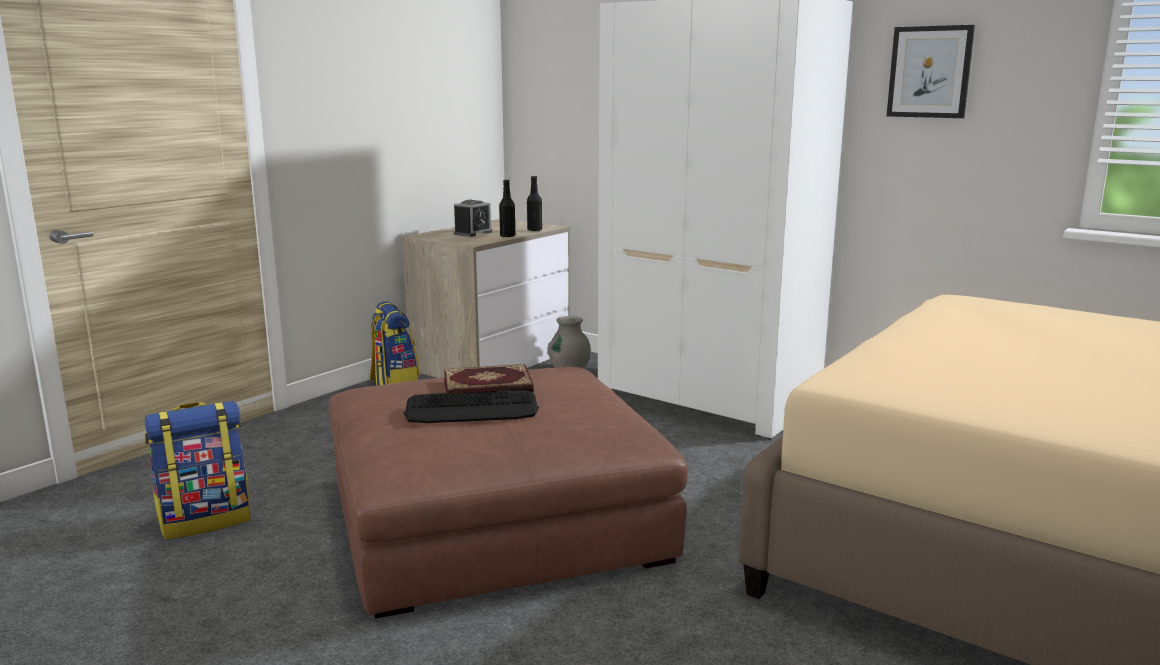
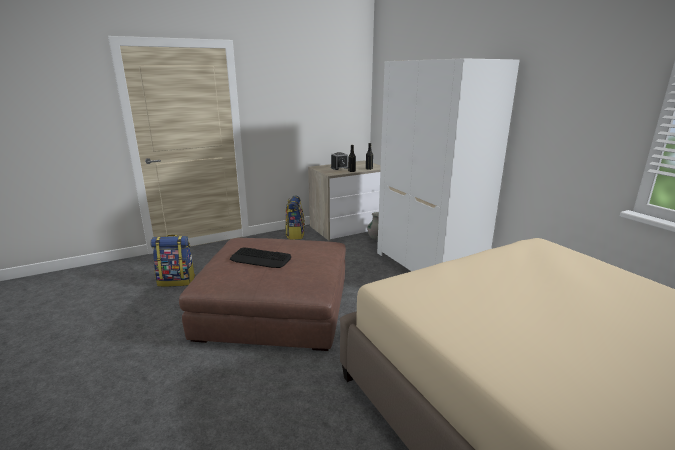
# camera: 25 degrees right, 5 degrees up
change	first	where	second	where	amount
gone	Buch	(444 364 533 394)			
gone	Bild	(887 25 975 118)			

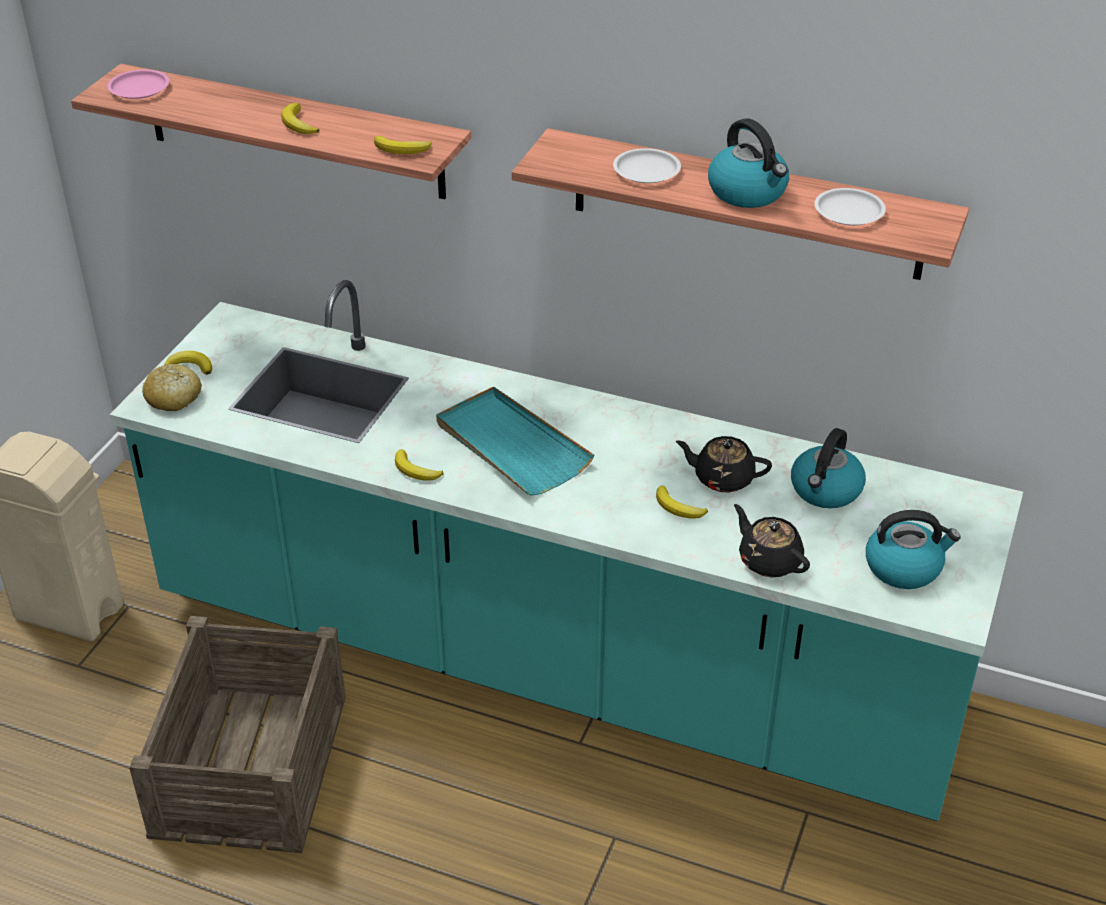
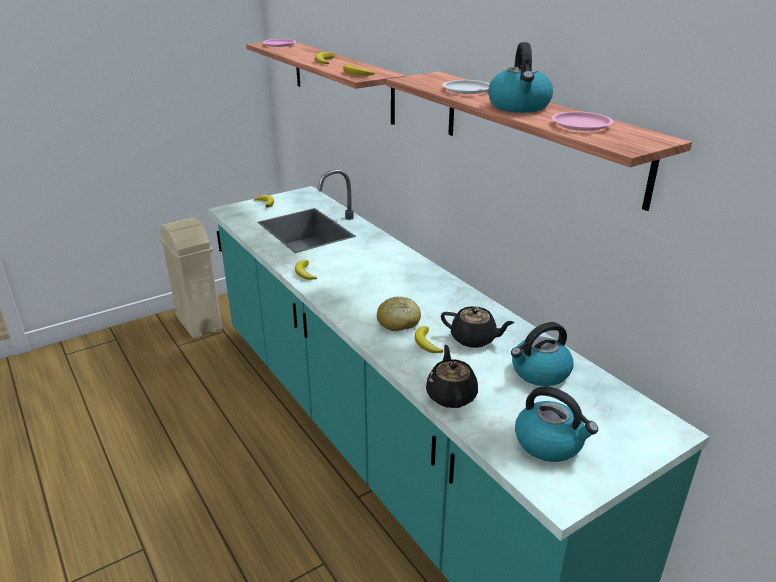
# camera: 35 degrees right, 10 degrees down
change	first	where	second	where	amount
gone	Kiste	(129 616 345 853)			
gone	Tablett [türkis]	(436 386 594 496)			
shifted	Brot	(142 364 202 411)		(377 297 421 331)	
repainted	Teller [weiß]	(814 188 886 225)	Teller [rosa]	(552 112 613 131)	
rotated	Teekanne [schwarz]	(676 436 772 493)		(441 306 515 348)	150 degrees clockwise

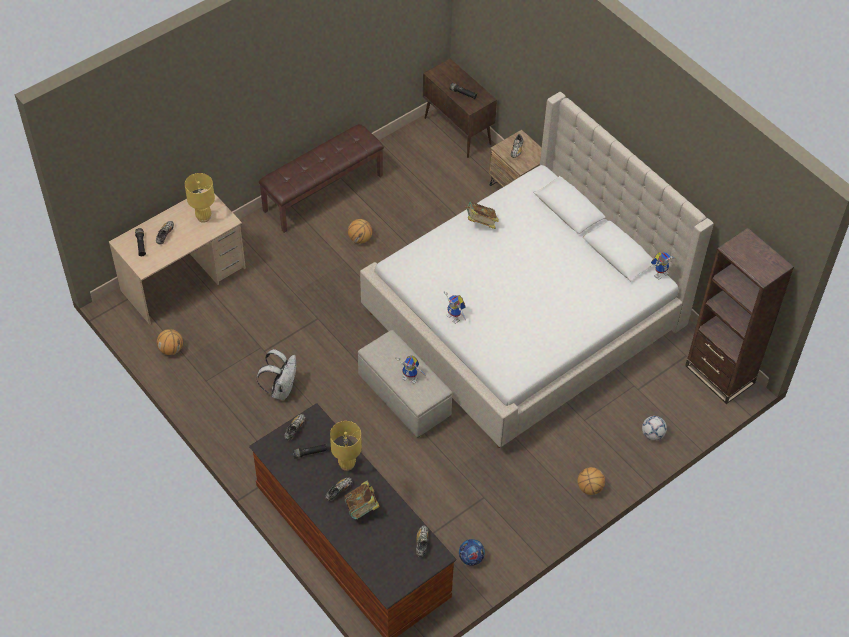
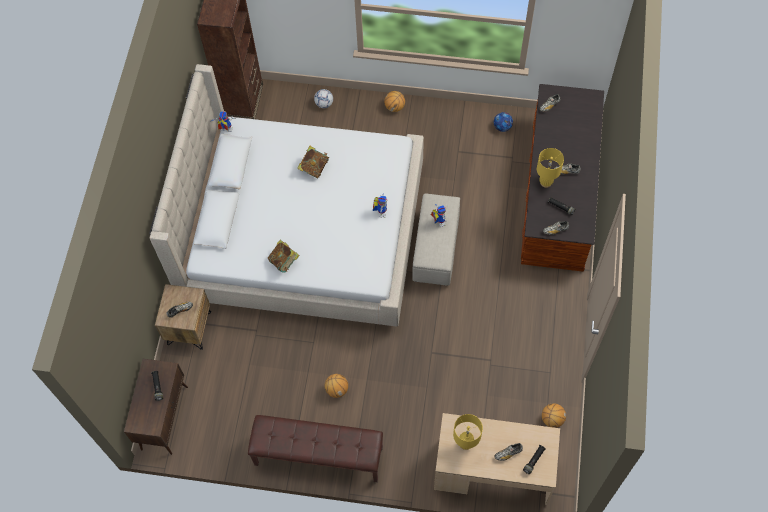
# camera: 130 degrees left, 10 degrees up
change	first	where	second	where	amount
gone	Rucksack [weiß]	(257 349 296 400)			
shifted	Buch	(344 480 380 520)		(297 146 329 178)	

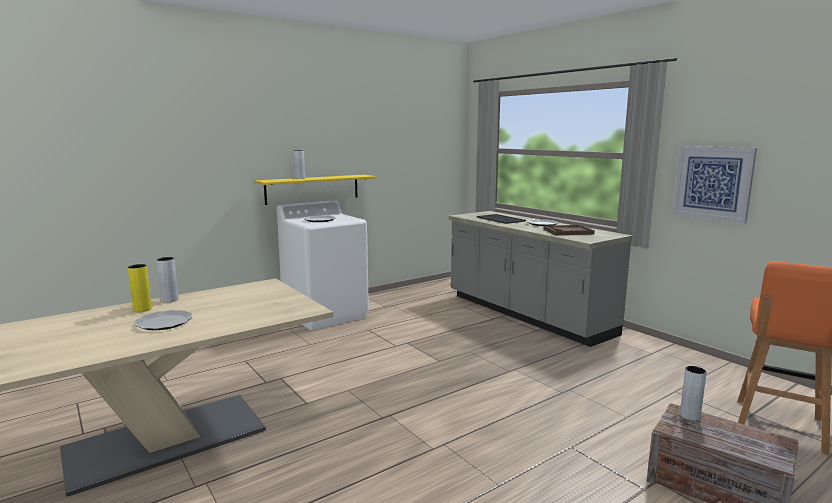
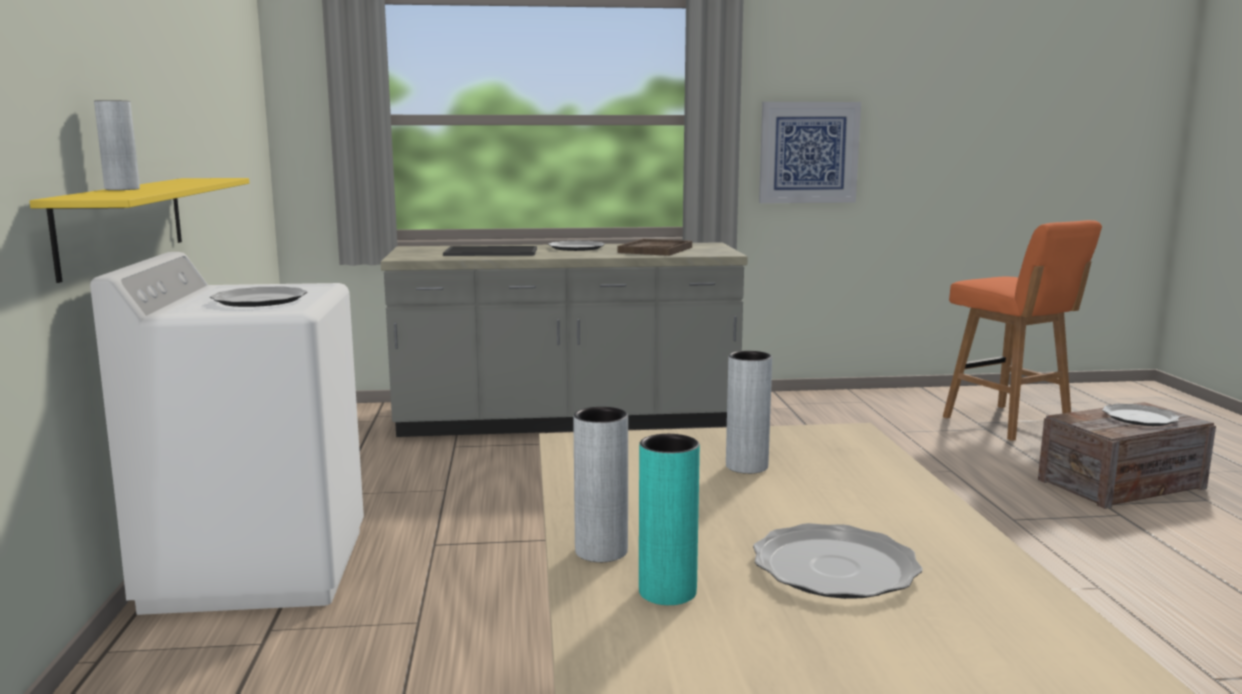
# camera: 60 degrees left, 0 degrees up
change	first	where	second	where	amount
new			Teller	(1102 404 1180 426)	
shifted	Vase [grau]	(680 366 707 421)		(726 351 772 474)	
repainted	Vase [gelb]	(128 264 152 312)	Vase [türkis]	(639 434 700 605)	

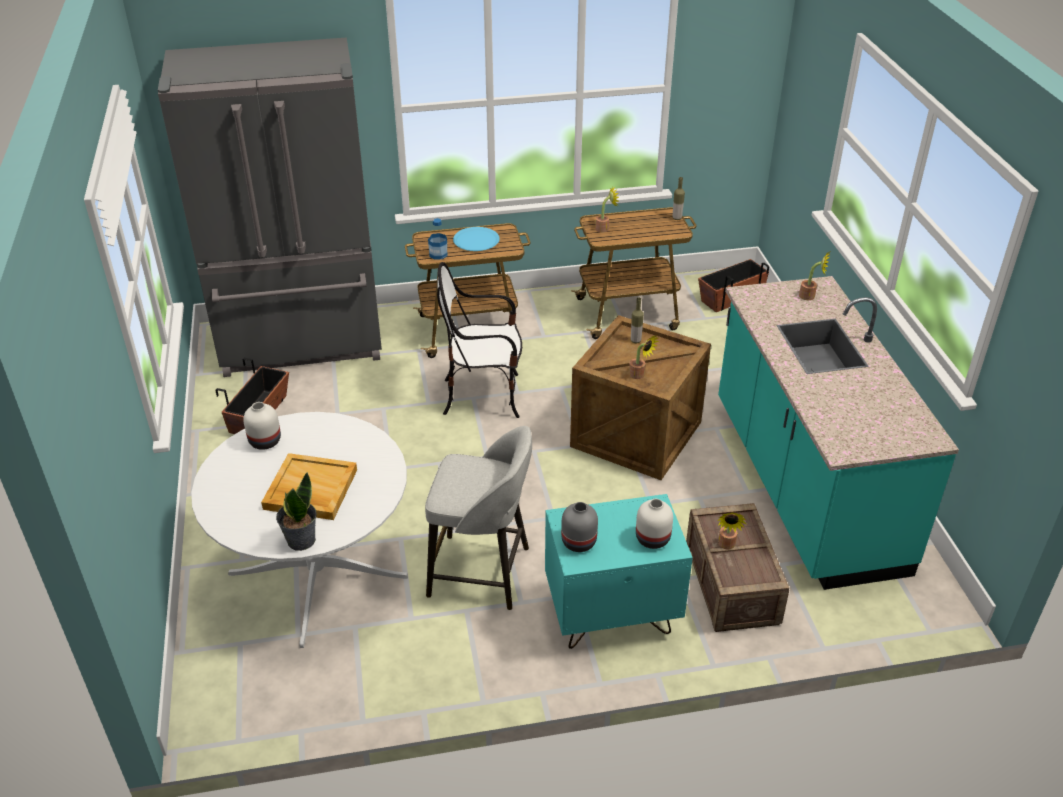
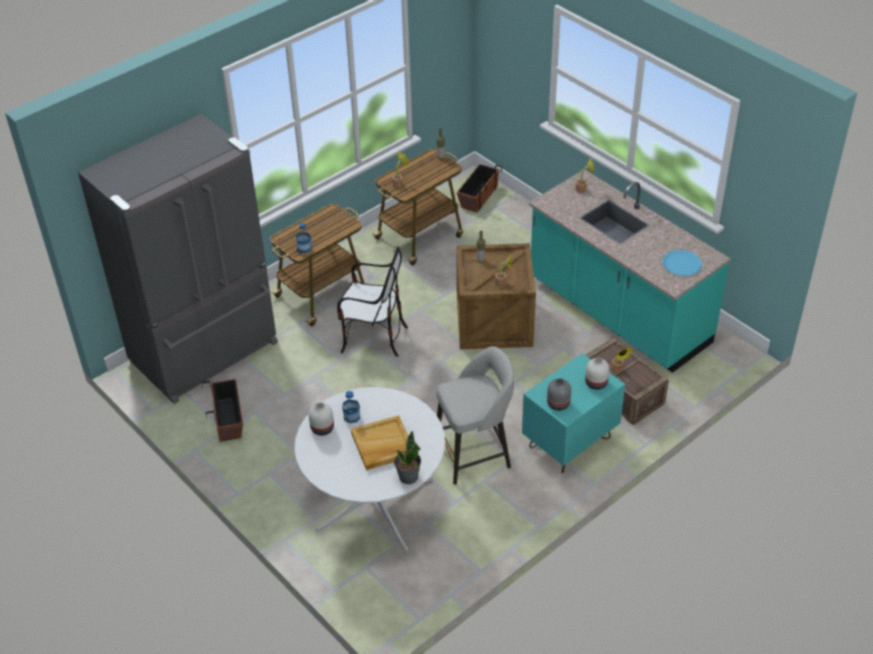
# camera: 30 degrees left, 5 degrees up
change	first	where	second	where	amount
new			Flasche	(342 391 360 423)	
shifted	Teller [blau]	(453 227 500 251)		(662 250 702 276)	
rotated	Stuhl	(437 262 522 418)		(337 247 408 357)	135 degrees counterclockwise

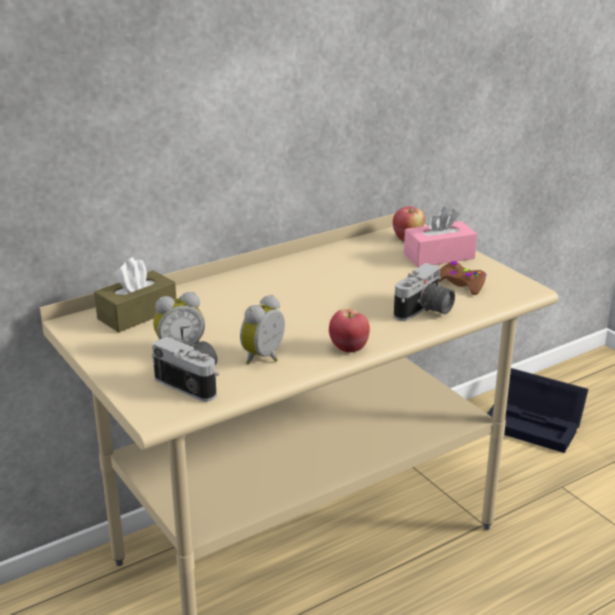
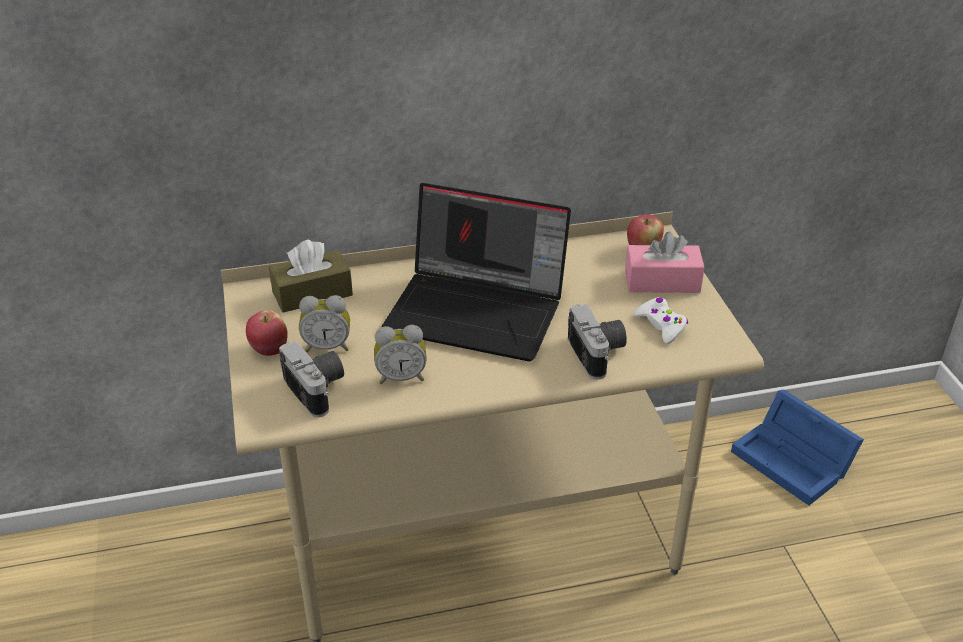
# camera: 20 degrees right, 10 degrees up
change	first	where	second	where	amount
new			Laptop	(381 183 571 362)	
shifted	Apfel	(329 308 370 353)		(246 310 288 356)	
repainted	Gamepad [braun]	(438 261 486 295)	Gamepad [weiß]	(634 297 688 344)	
repainted	Aufbewahrungsbox [schwarz]	(487 368 589 453)	Aufbewahrungsbox [blau]	(731 390 864 505)	
rotated	Wecker	(240 295 285 364)		(374 325 427 384)	150 degrees counterclockwise
rotated	Kamera	(394 263 455 321)		(568 304 627 380)	75 degrees counterclockwise

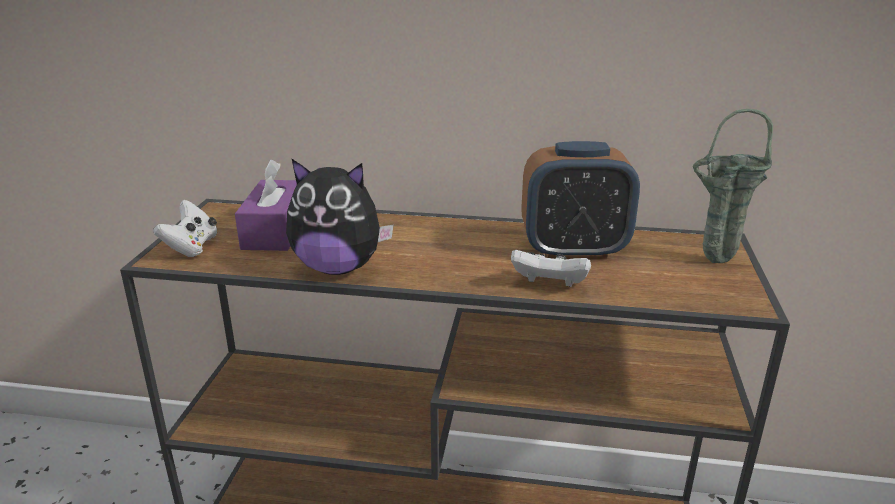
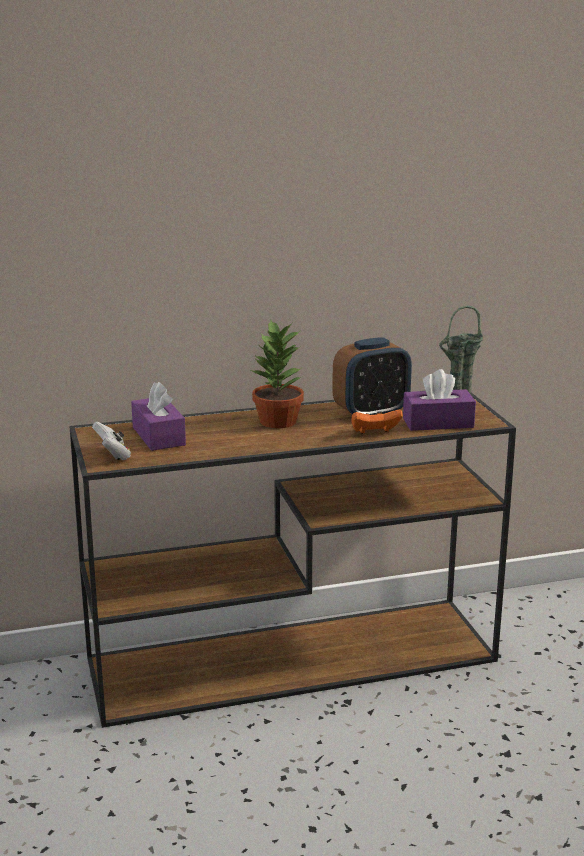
# camera: 25 degrees left, 5 degrees down
change	first	where	second	where	amount
gone	Plüschtier	(286 159 394 275)			
new			Topfpflanze	(251 321 304 428)	
new			Taschentuchbox [lila]	(403 369 476 431)	
repainted	Gamepad [weiß]	(511 250 591 287)	Gamepad [orange]	(351 409 402 434)	

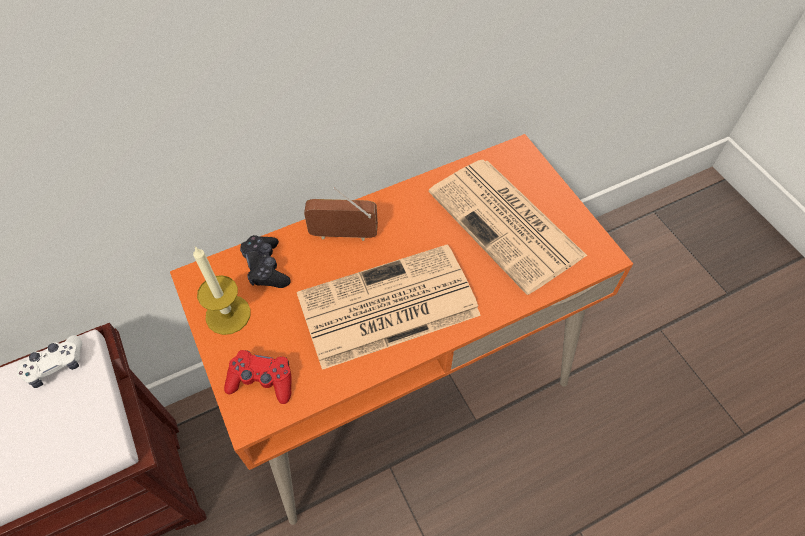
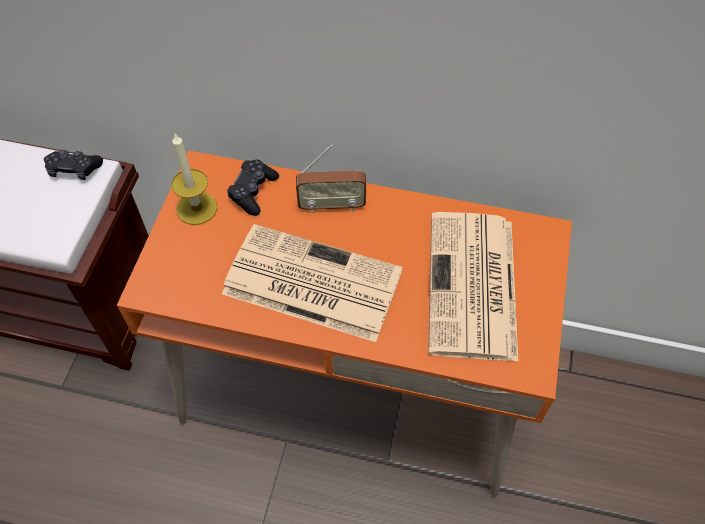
# camera: 40 degrees right, 0 degrees up
change	first	where	second	where	amount
gone	Gamepad [rot]	(224 350 292 404)			
repainted	Gamepad [weiß]	(17 335 82 388)	Gamepad [schwarz]	(44 150 103 180)	
rotated	Radio	(304 187 378 241)		(296 145 366 213)	135 degrees clockwise

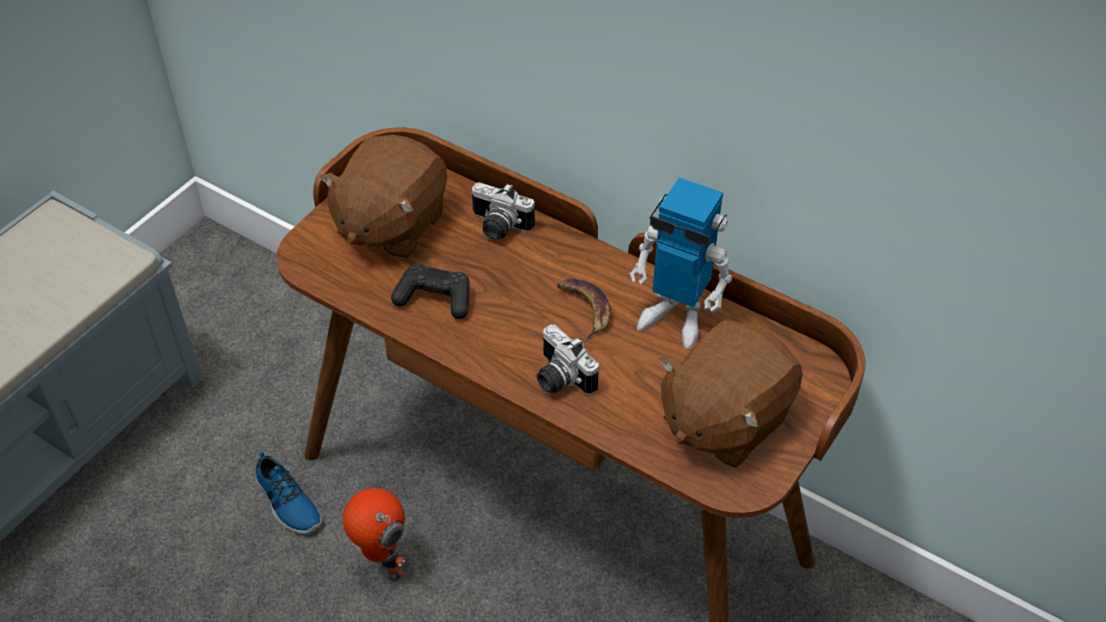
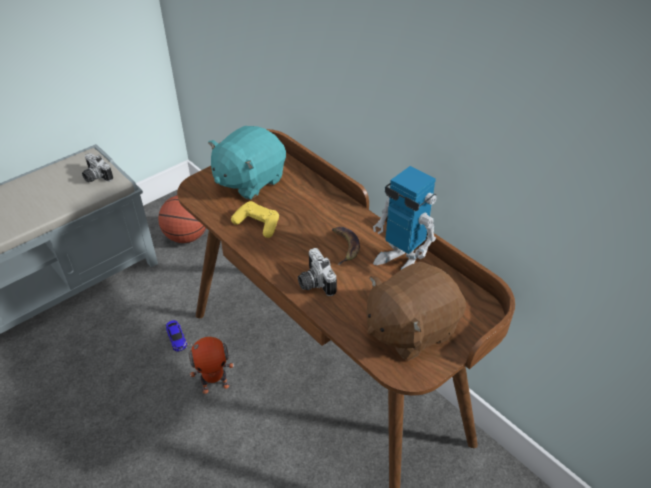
# camera: 15 degrees right, 5 degrees down
change	first	where	second	where	amount
new			Basketball	(158 195 206 243)	
shifted	Kamera	(471 182 535 241)		(82 153 113 182)	
swapped	Schuh	(255 451 323 534)	Spielzeugauto	(166 320 187 351)	
repainted	Plüschtier [braun]	(320 135 447 259)	Plüschtier [türkis]	(208 126 286 200)	
repainted	Gamepad [schwarz]	(391 263 470 319)	Gamepad [gelb]	(231 201 279 238)	
rotated	Spielzeugroboter	(343 488 405 581)		(185 337 234 394)	105 degrees clockwise

